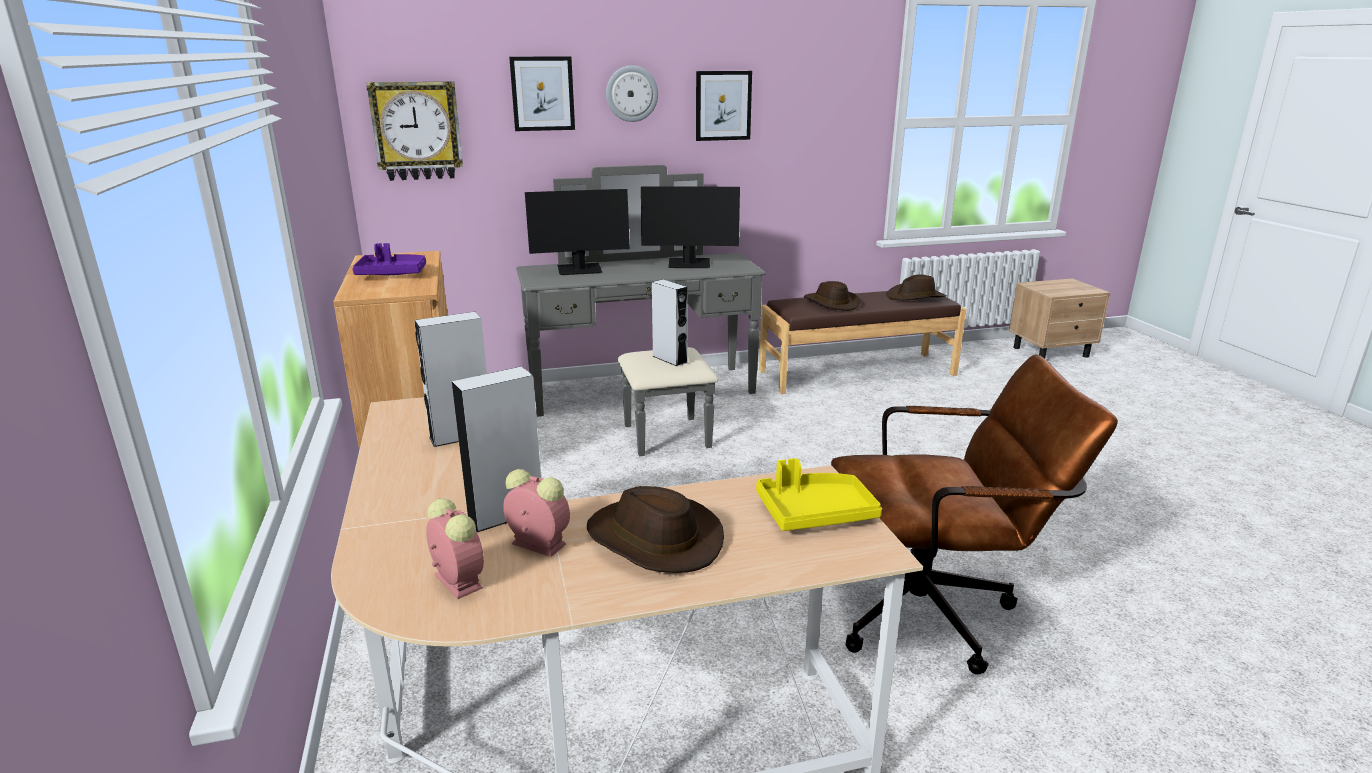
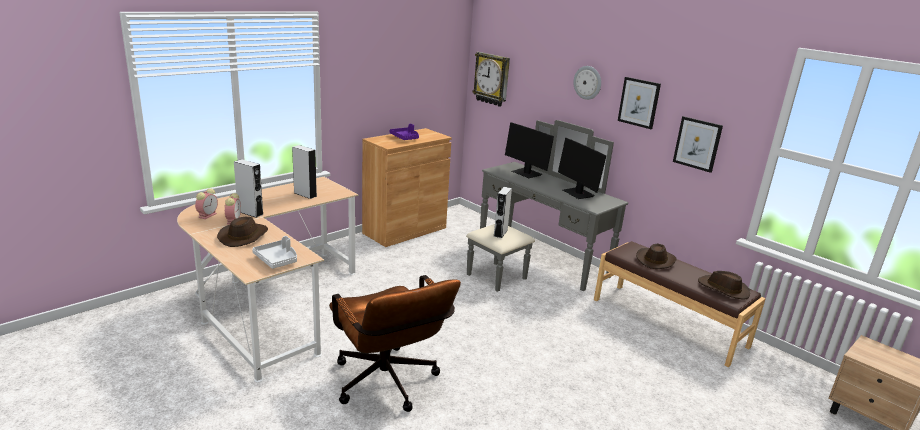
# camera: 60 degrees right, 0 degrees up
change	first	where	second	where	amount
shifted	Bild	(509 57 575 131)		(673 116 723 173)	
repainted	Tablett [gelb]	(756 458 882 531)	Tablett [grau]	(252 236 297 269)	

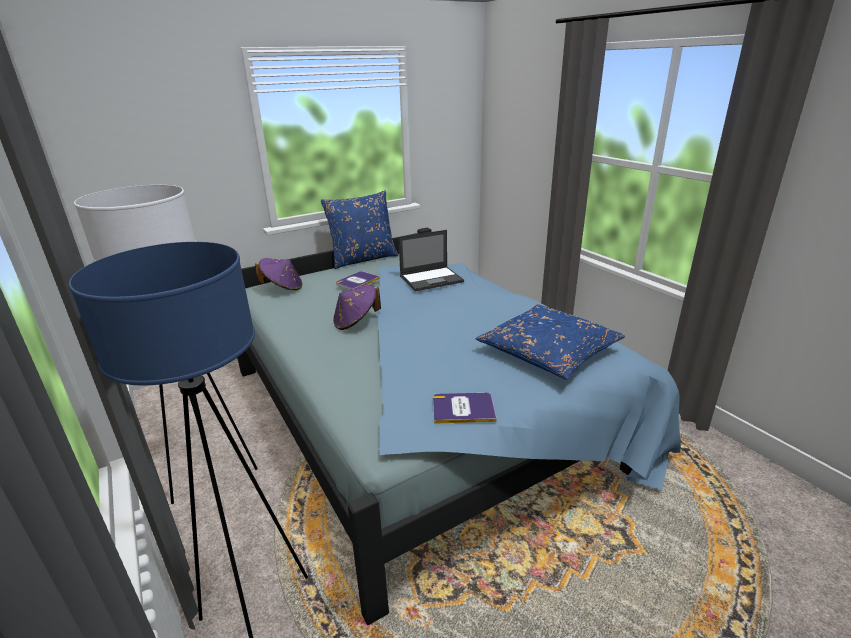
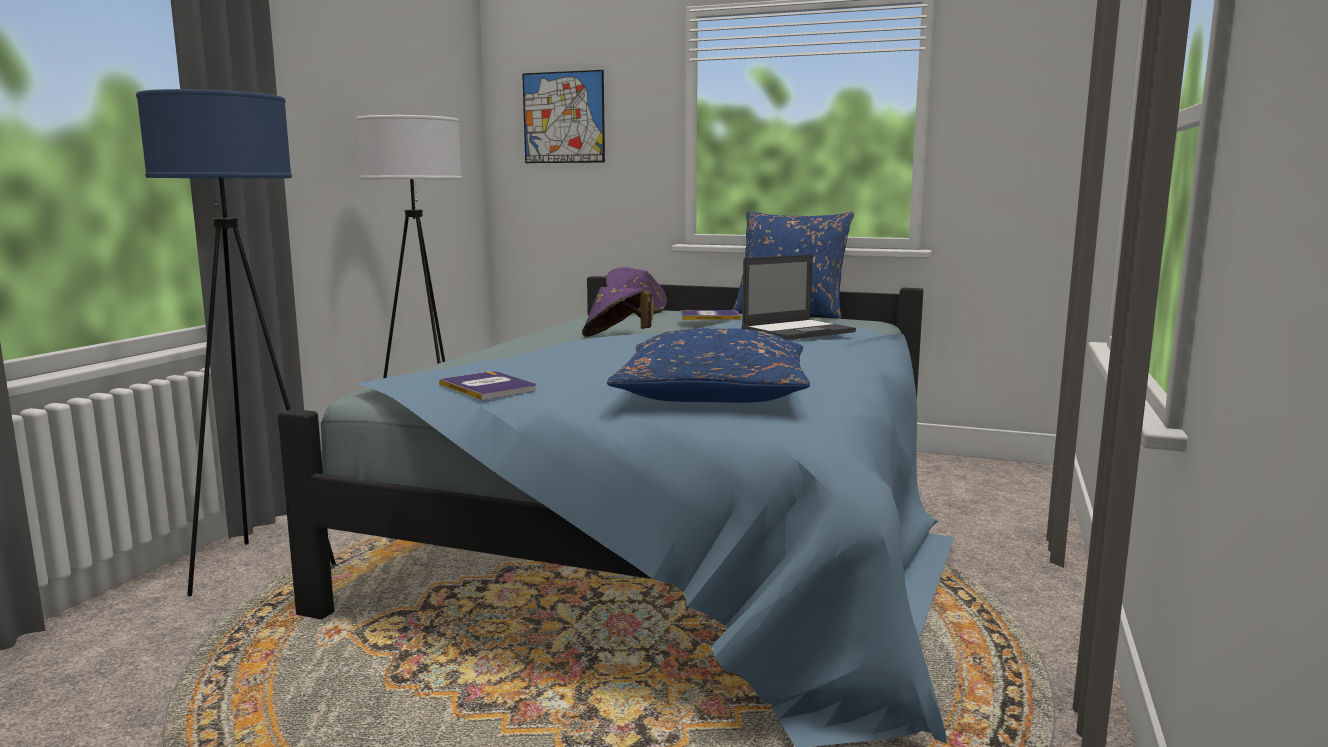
# camera: 50 degrees right, 15 degrees down
change	first	where	second	where	amount
new			Bild	(522 70 605 163)	
rotated	Laptop	(398 230 464 291)		(741 255 856 340)	60 degrees counterclockwise

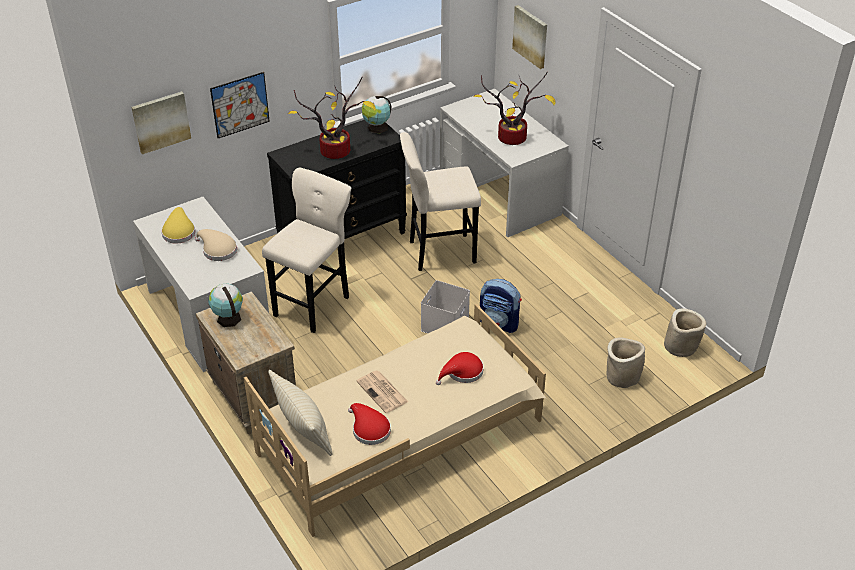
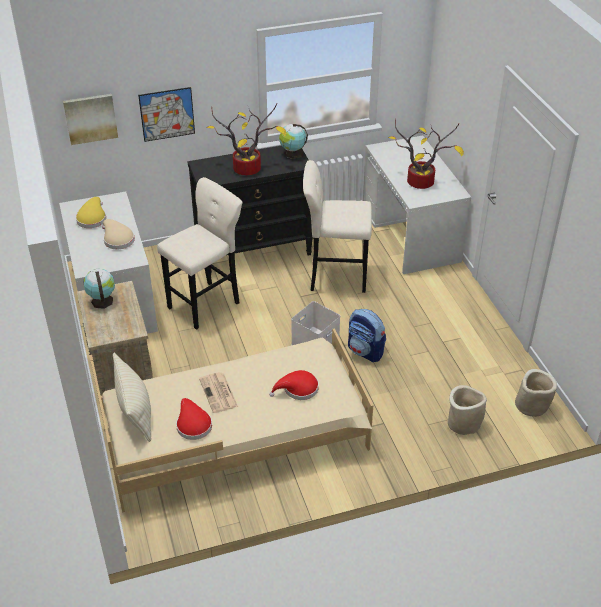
# camera: 15 degrees right, 0 degrees up
change	first	where	second	where	amount
gone	Bild	(512 5 547 69)			

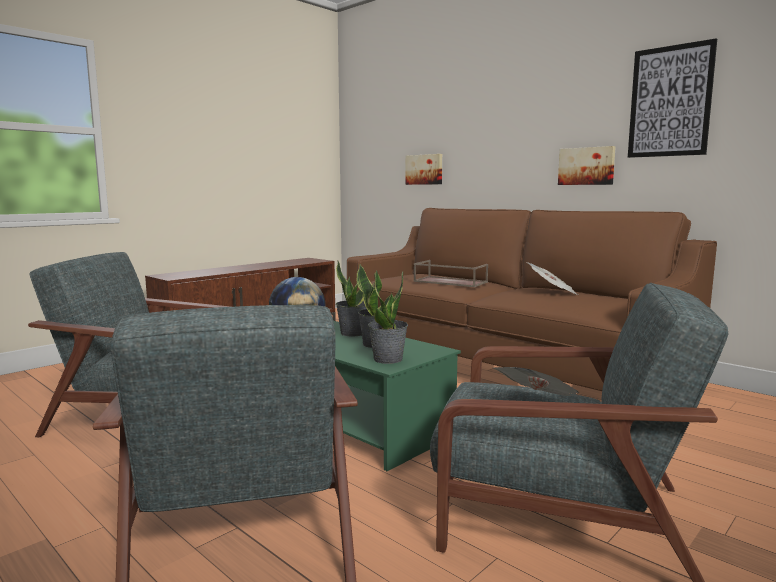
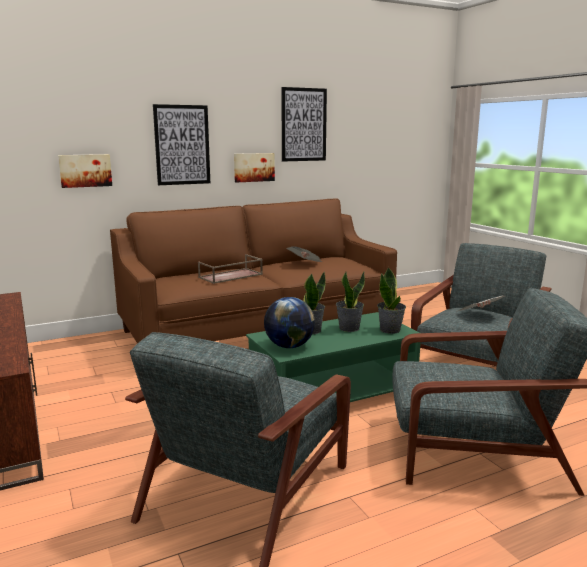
# camera: 70 degrees left, 5 degrees up
change	first	where	second	where	amount
new			Bild	(153 104 210 185)	

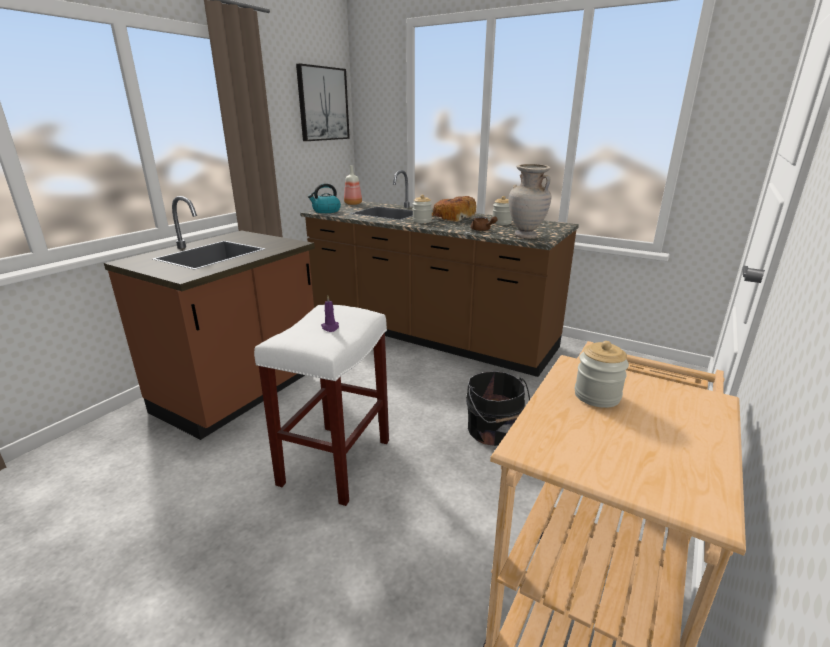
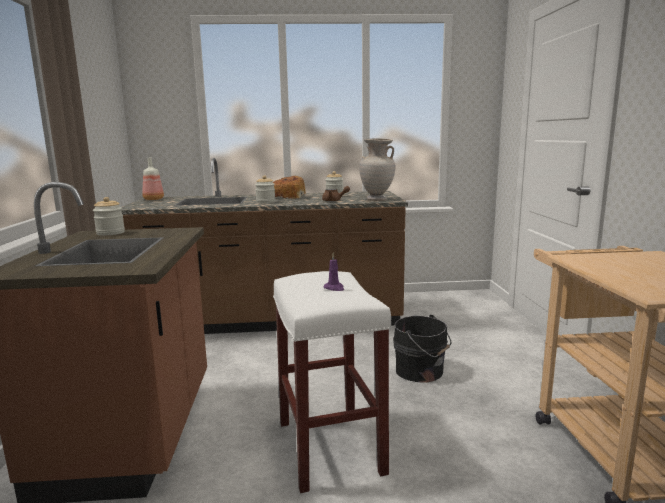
# camera: 35 degrees left, 10 degrees down
change	first	where	second	where	amount
gone	Bild	(296 63 350 141)			
gone	Wasserkessel	(308 183 341 213)			
shifted	Vorratsglas	(575 341 629 408)		(93 197 125 236)	

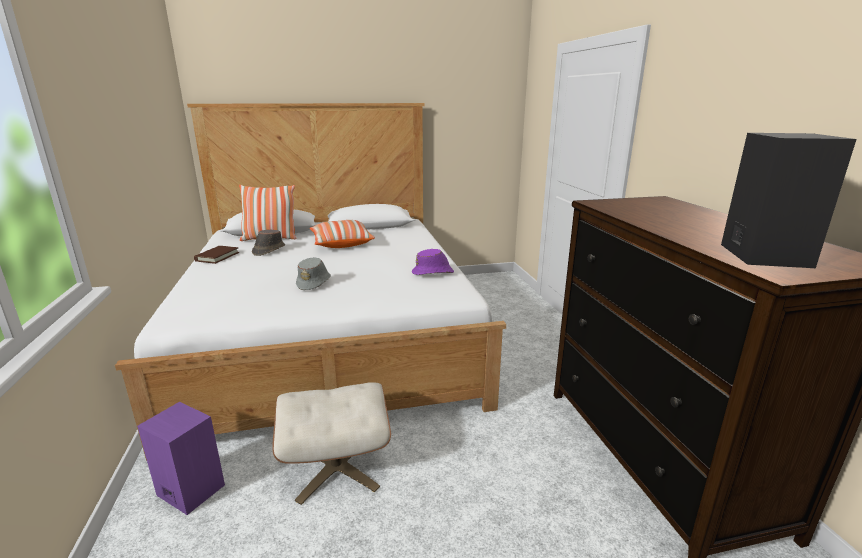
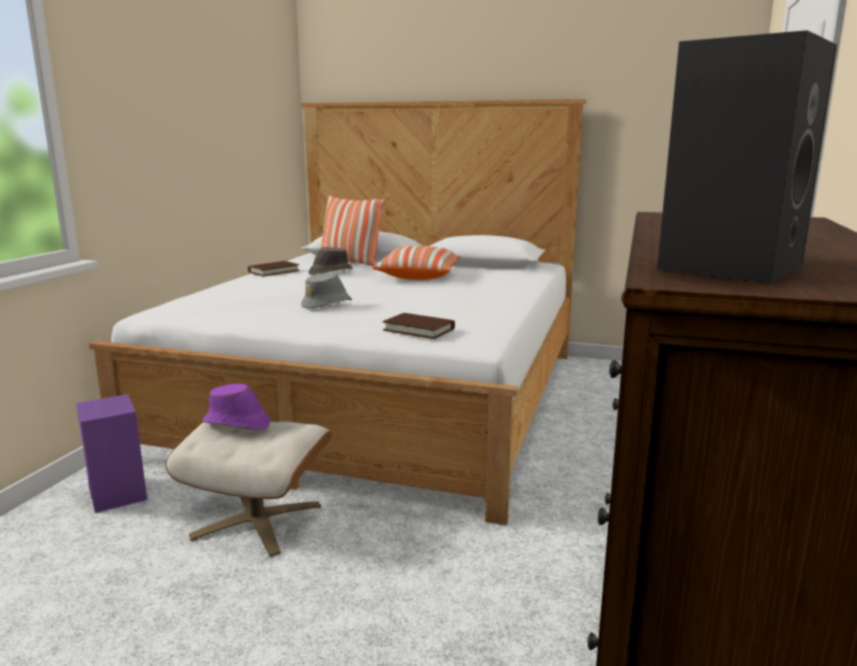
# camera: 30 degrees right, 5 degrees down
change	first	where	second	where	amount
new			Buch [braun]	(383 313 455 339)	
shifted	Hut [lila]	(412 249 454 275)		(203 384 270 430)	

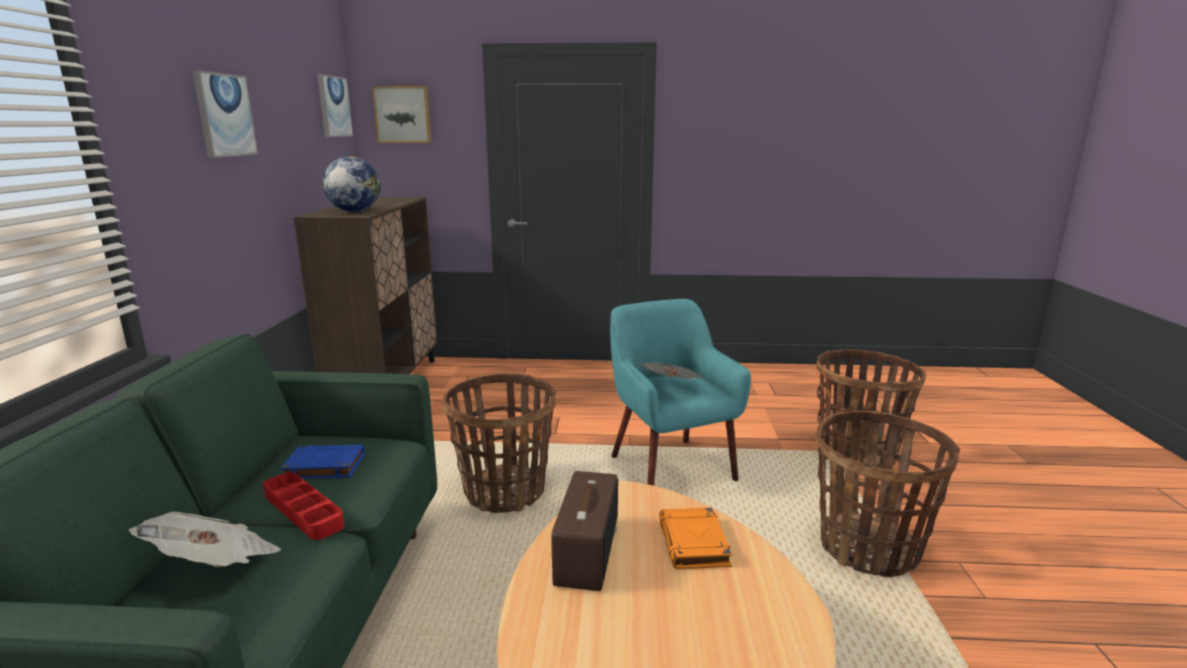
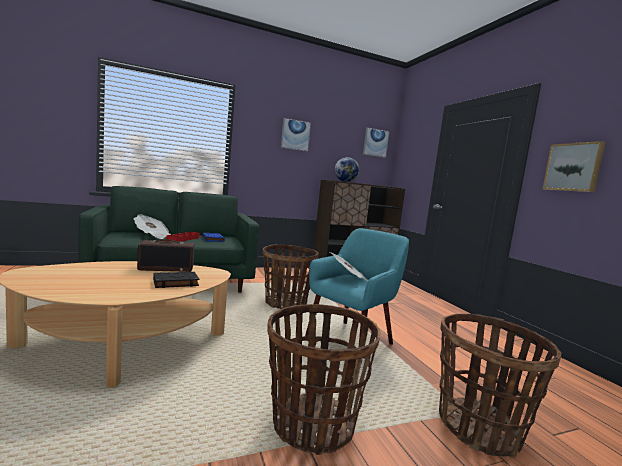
# camera: 65 degrees right, 10 degrees down
change	first	where	second	where	amount
shifted	Bild	(372 86 432 143)		(543 141 606 192)	
repainted	Buch [orange]	(659 507 732 569)	Buch [schwarz]	(153 271 199 288)	

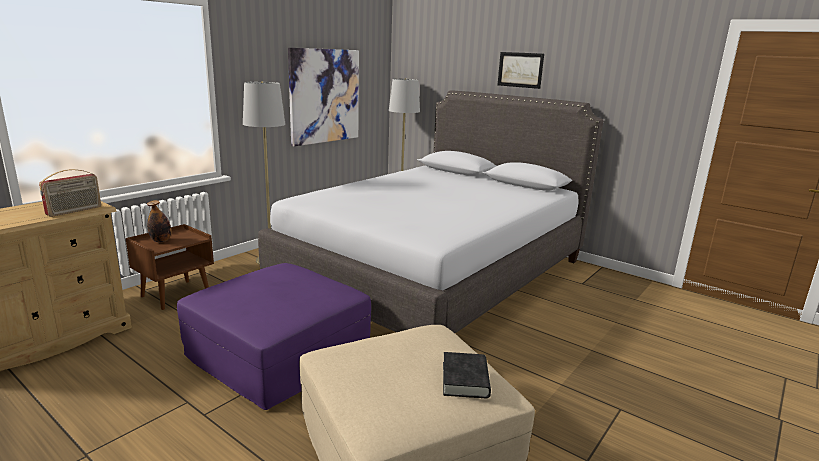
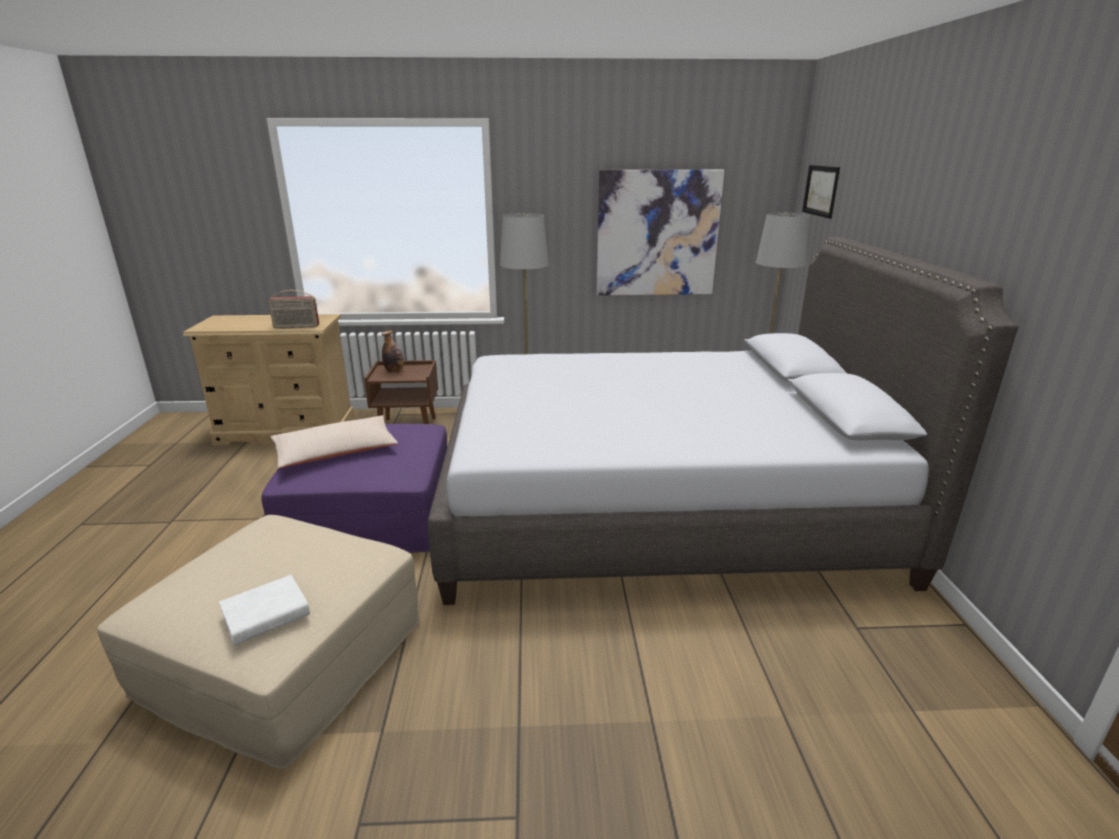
# camera: 50 degrees right, 5 degrees up
change	first	where	second	where	amount
new			Kissen [beige]	(271 415 398 468)	
shifted	Bild	(498 52 544 89)		(802 165 840 219)	
repainted	Buch [schwarz]	(443 352 491 398)	Buch [weiß]	(219 575 310 645)	

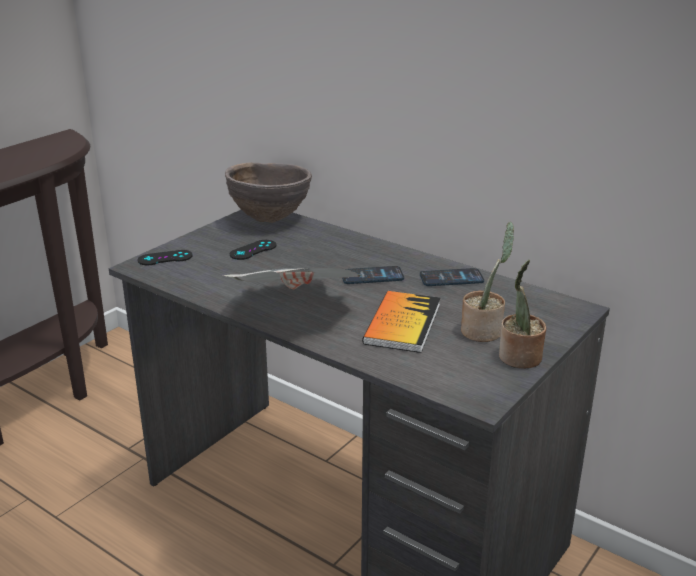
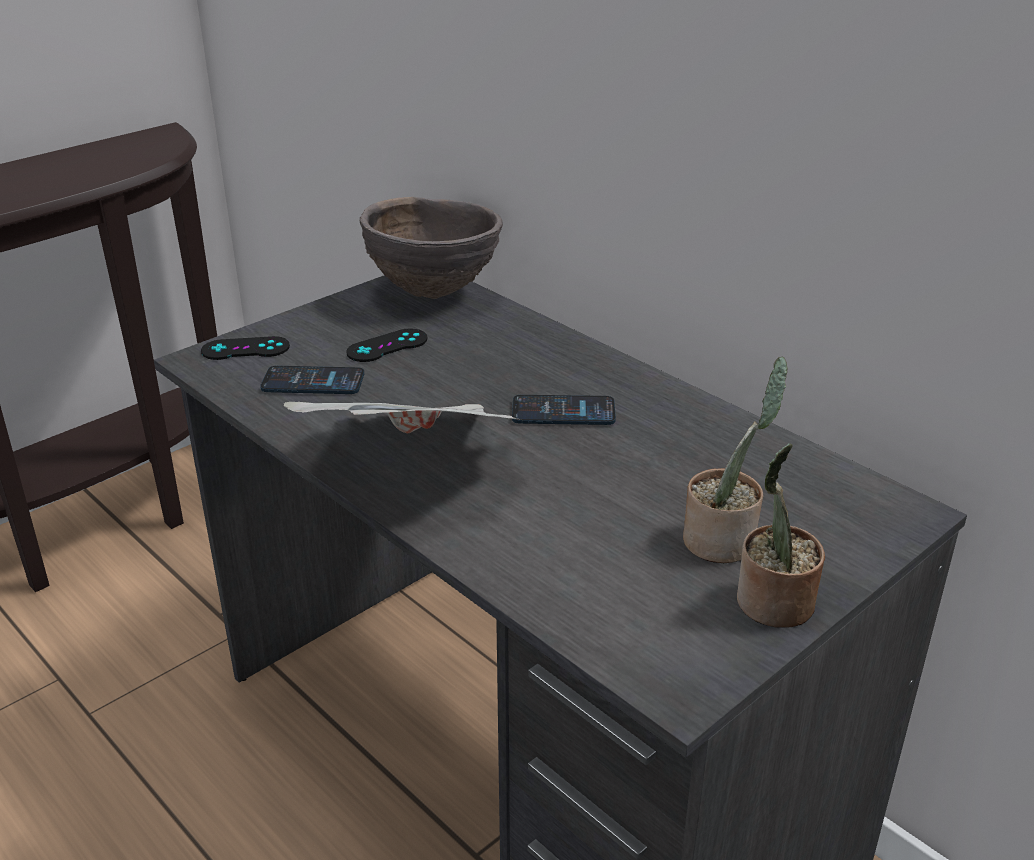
# camera: 10 degrees right, 5 degrees up
change	first	where	second	where	amount
gone	Buch	(362 291 440 353)			
shifted	Handy	(420 268 484 286)		(260 366 364 394)	

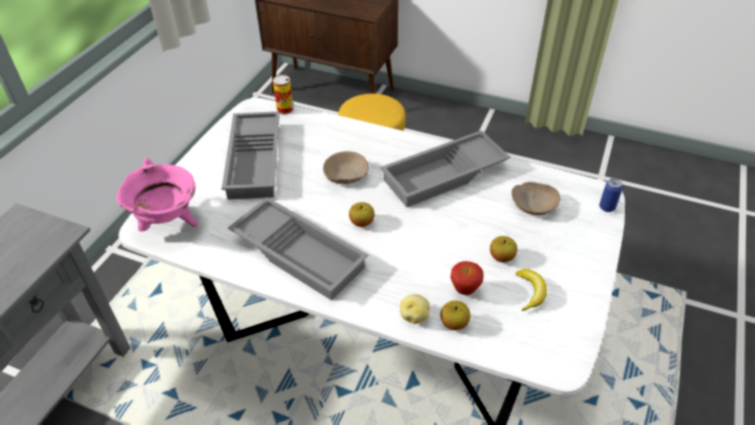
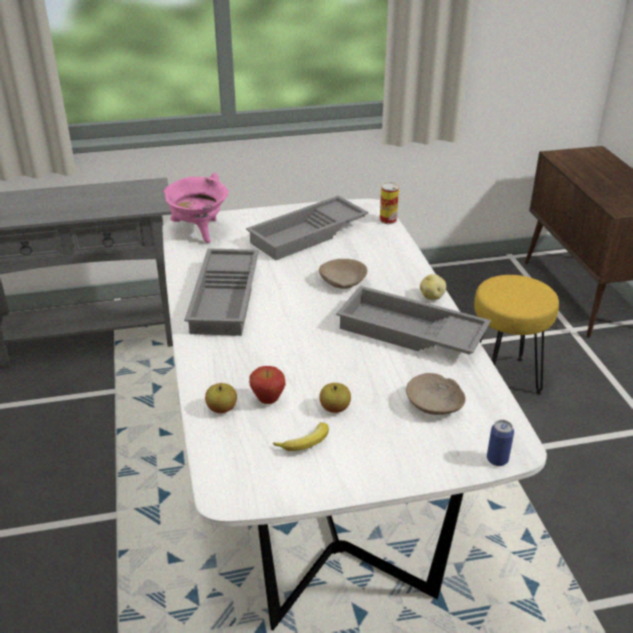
# camera: 55 degrees right, 10 degrees down
change	first	where	second	where	amount
gone	Apfel	(349 202 375 227)			
shifted	Kartoffel	(400 294 430 324)		(420 274 446 300)	

